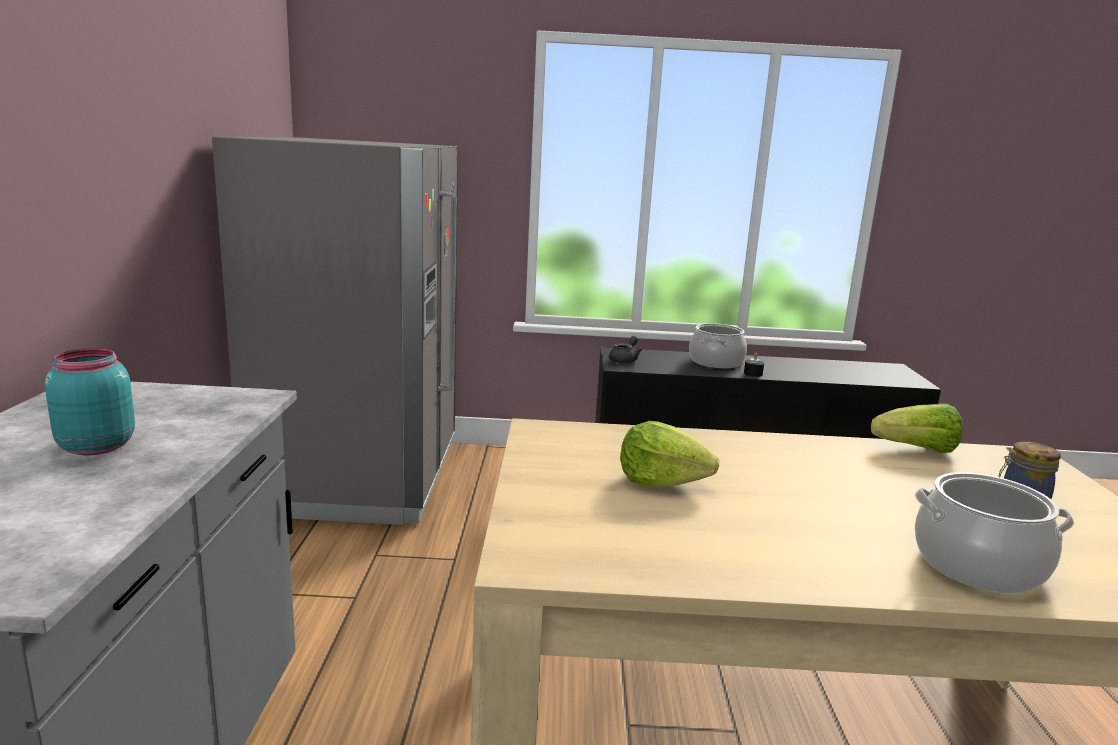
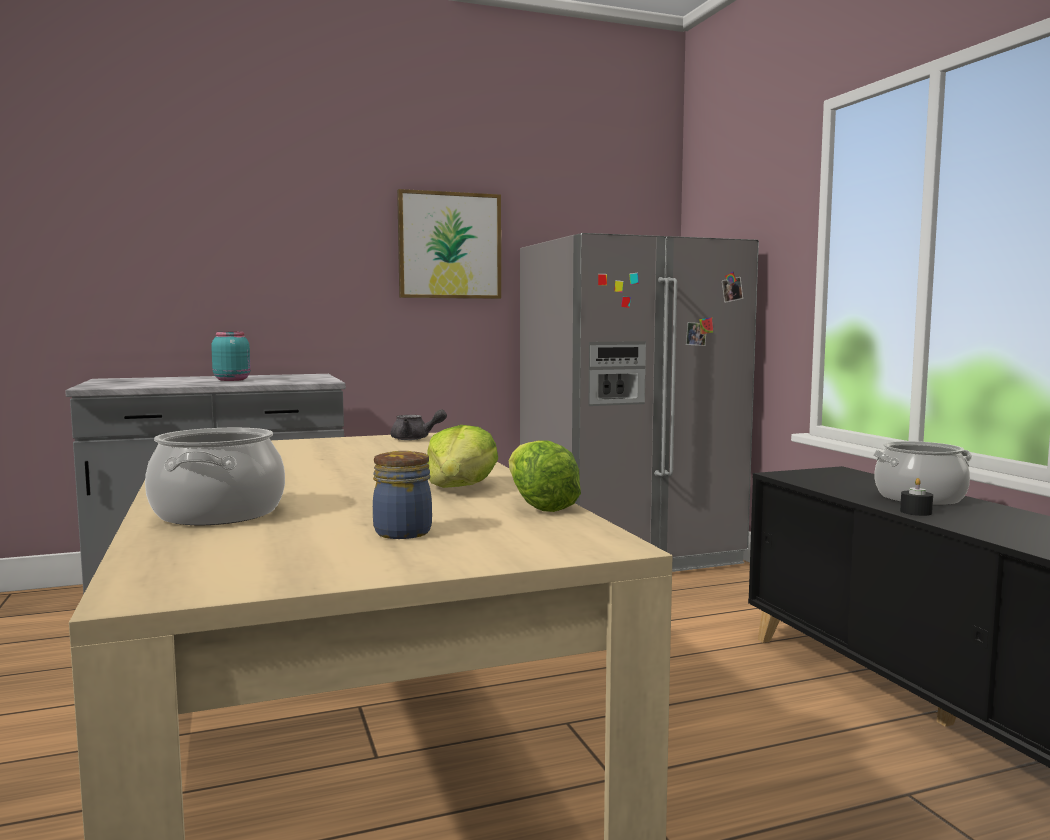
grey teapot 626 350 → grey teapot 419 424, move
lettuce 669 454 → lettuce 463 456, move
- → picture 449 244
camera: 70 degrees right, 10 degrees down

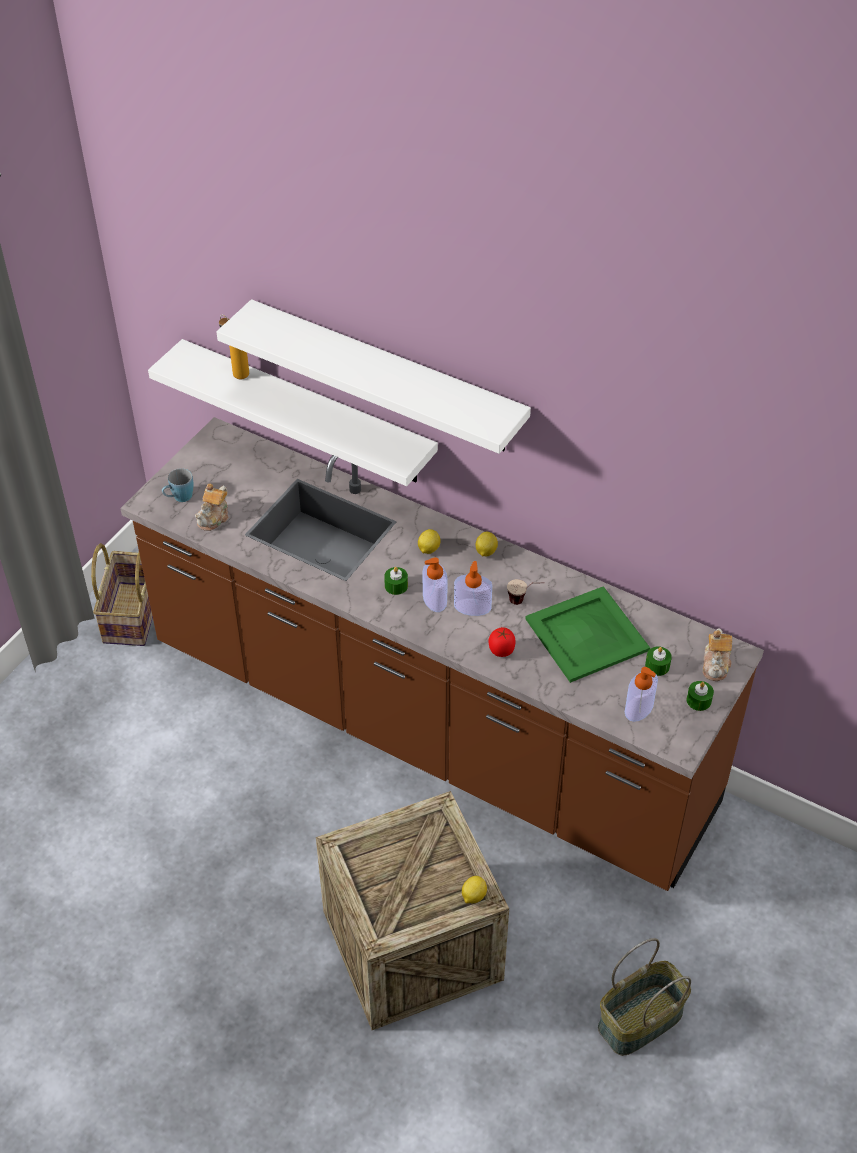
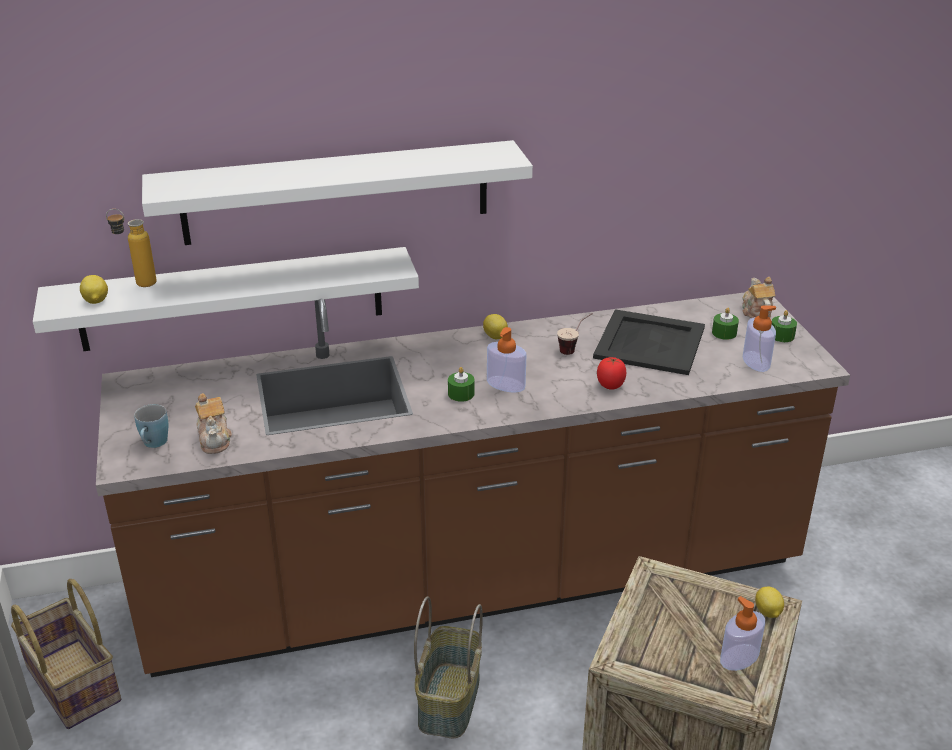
lemon 429 541 → lemon 94 289, move
soap dispenser 473 588 → soap dispenser 742 633, move
green tray 587 634 → black tray 649 342
teapot 717 654 → teapot 759 297, 150 degrees counterclockwise
basket 644 997 → basket 448 667, move
camera: 45 degrees left, 15 degrees down

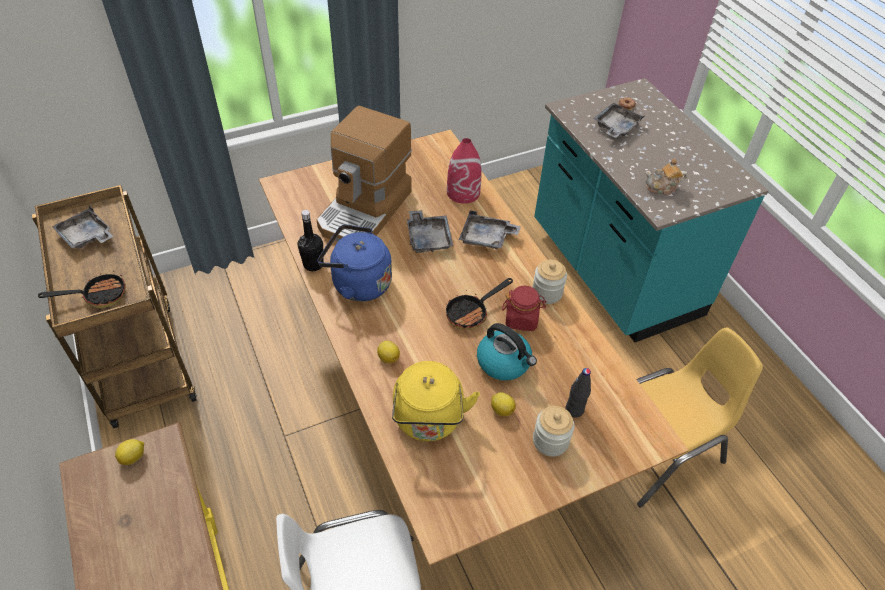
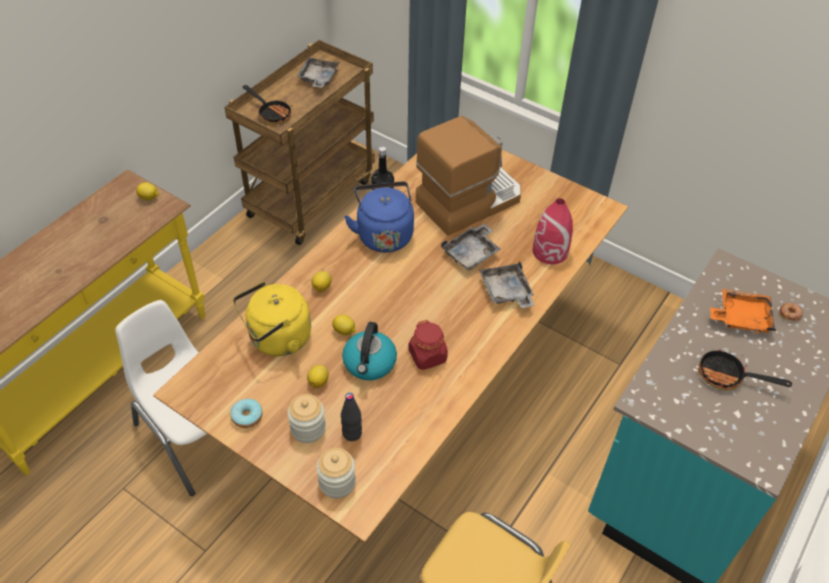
grey tray 619 120 → orange tray 743 311
coffee machine 364 173 → coffee machine 468 176, 150 degrees clockwise
teapot 666 177 → -
jar 549 282 → jar 336 473, move
frying pan 479 303 → frying pan 745 369, move
- → lemon 343 324
- → donut 246 413
camera: 60 degrees right, 0 degrees up

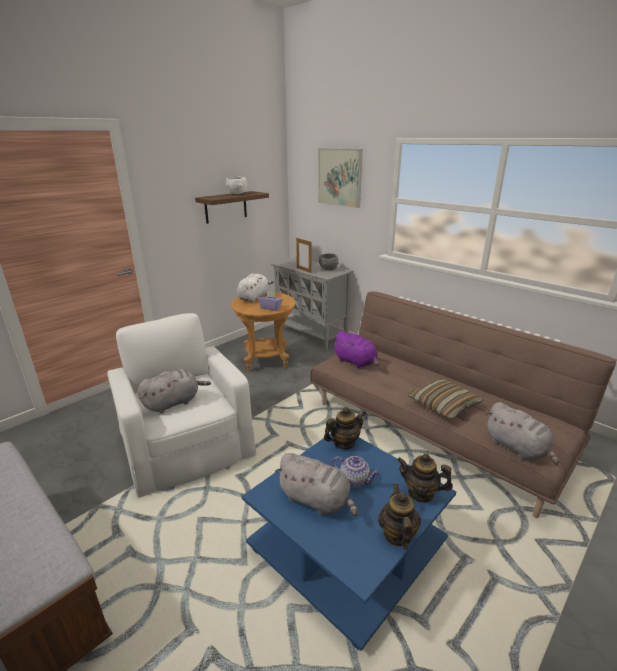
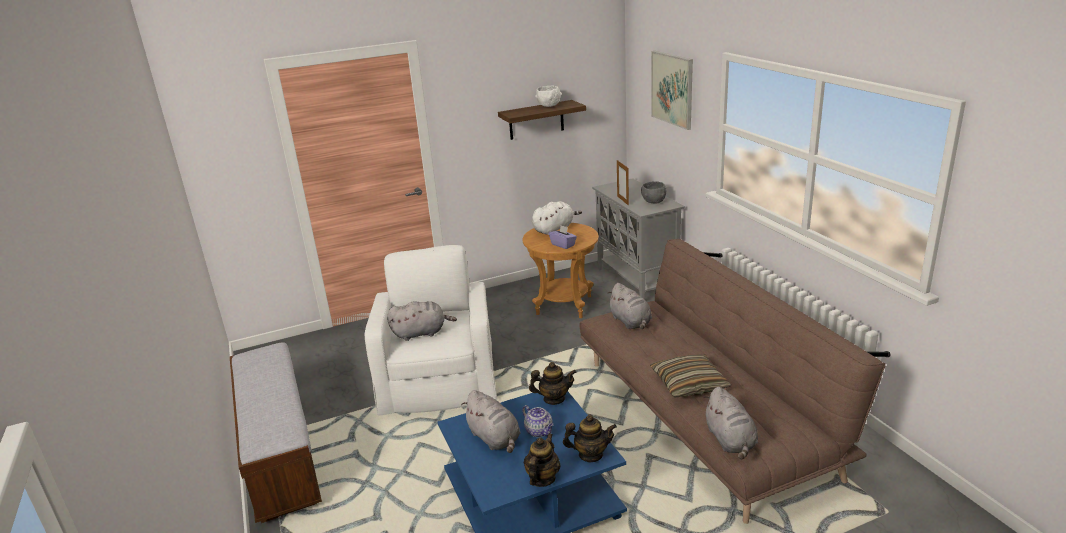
purple plush toy 355 349 → grey plush toy 629 306
teapot 425 478 → teapot 590 438, 135 degrees clockwise
camera: 25 degrees right, 0 degrees up

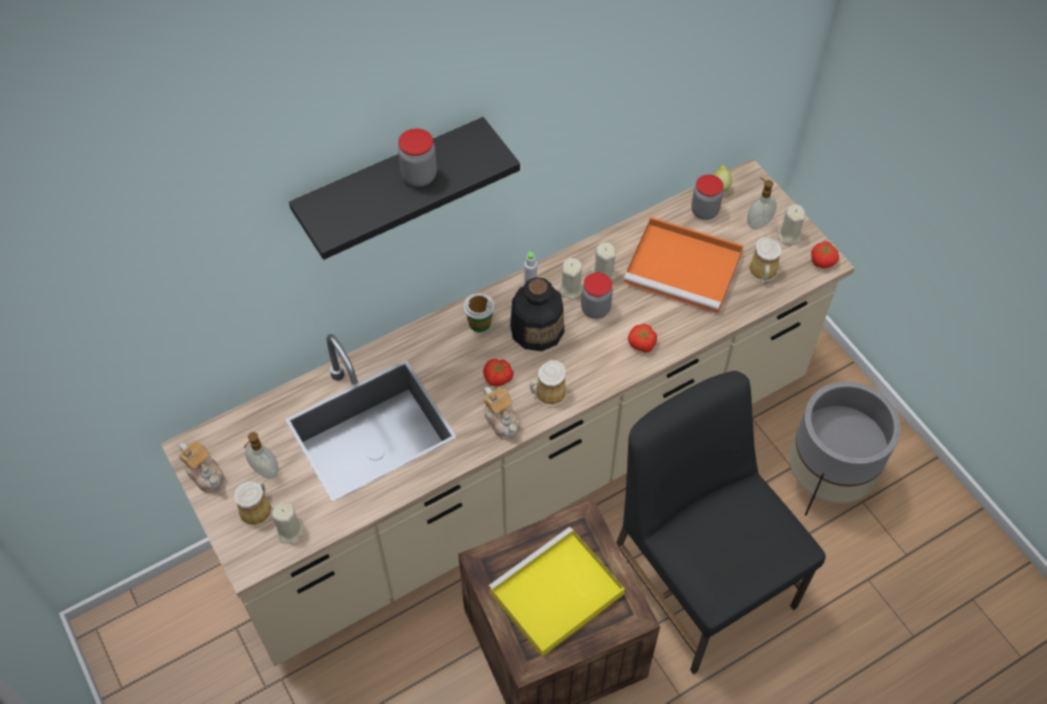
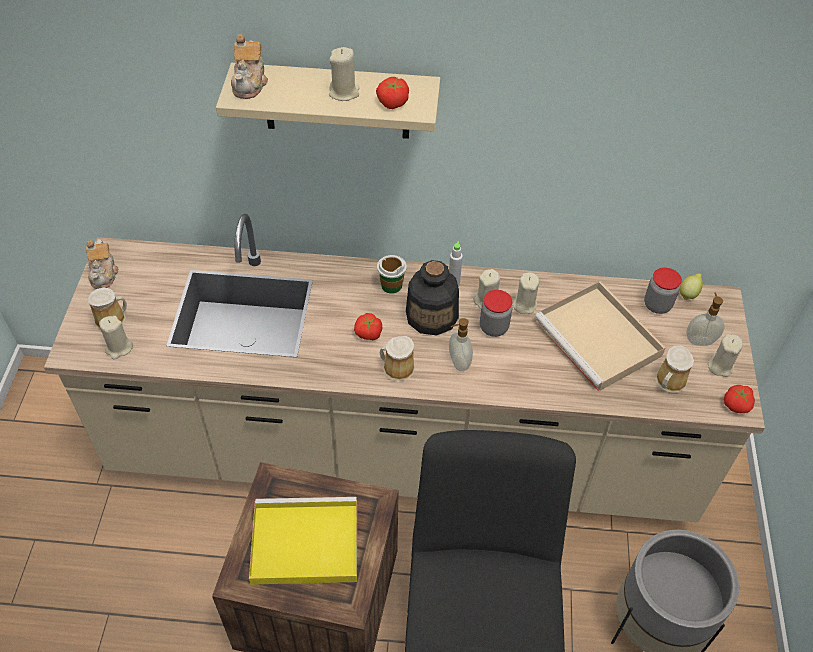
black shelf 404 188 → beige shelf 328 101
jar 417 158 → beige candle 344 74
orange tray 684 265 → beige tray 600 336
tomato 642 338 → tomato 392 93, move
teapot 501 413 → teapot 249 66, move
soap dispenser 261 455 → soap dispenser 461 344, move
camera: 35 degrees right, 5 degrees down

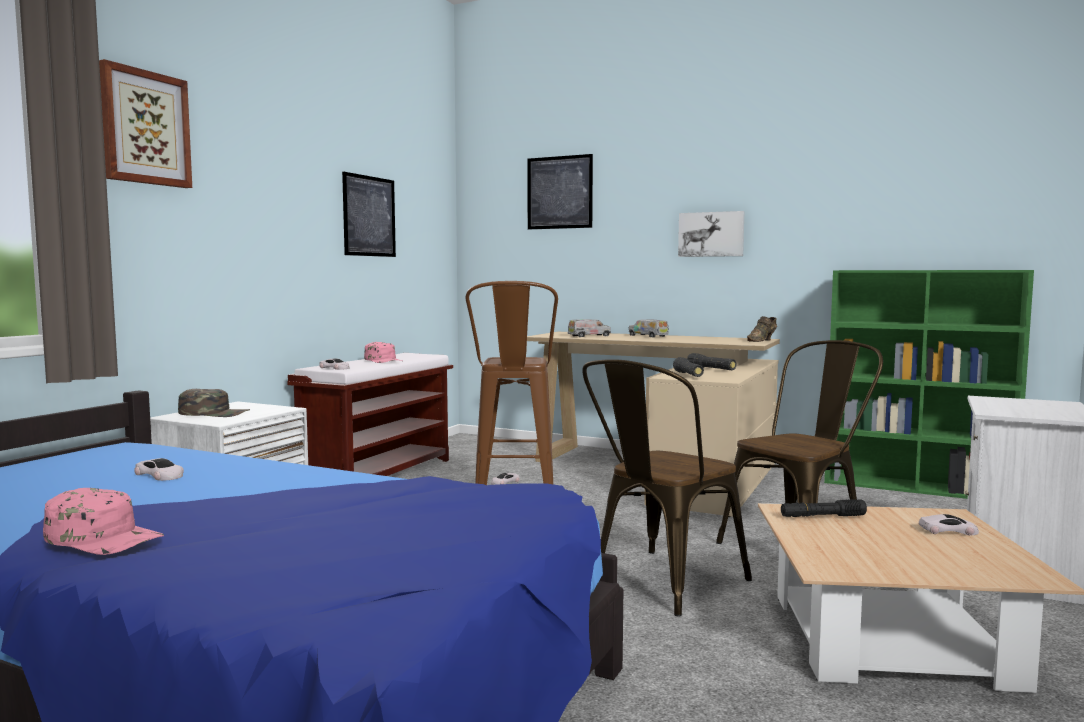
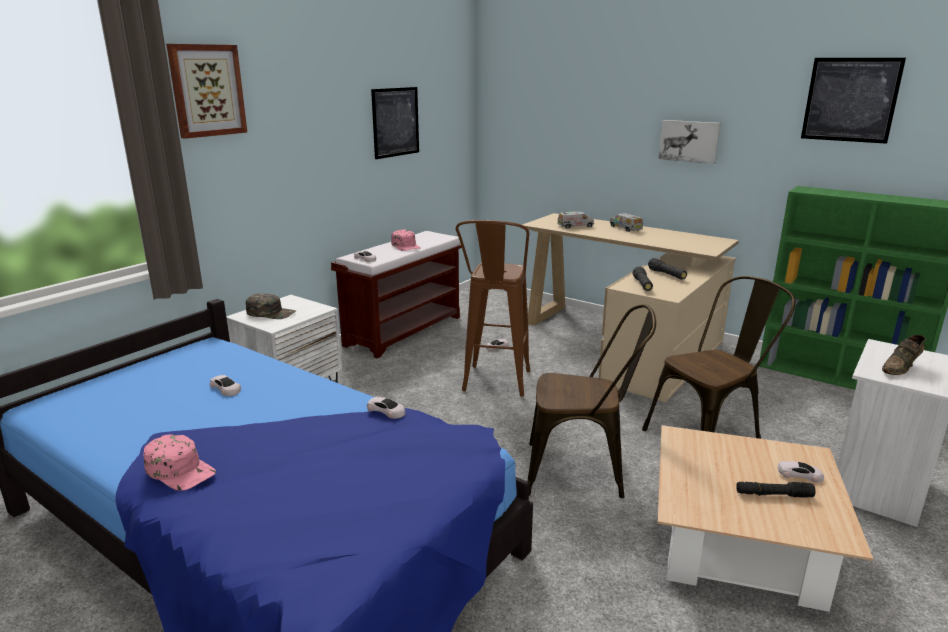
picture 560 192 → picture 853 101, move
brown shoe 762 329 → brown shoe 904 355, move
brown chair 667 488 → brown chair 592 401, 135 degrees counterclockwise
black flashlight 824 508 → black flashlight 776 490, move
- → white toy car 386 408
camera: 10 degrees right, 15 degrees up

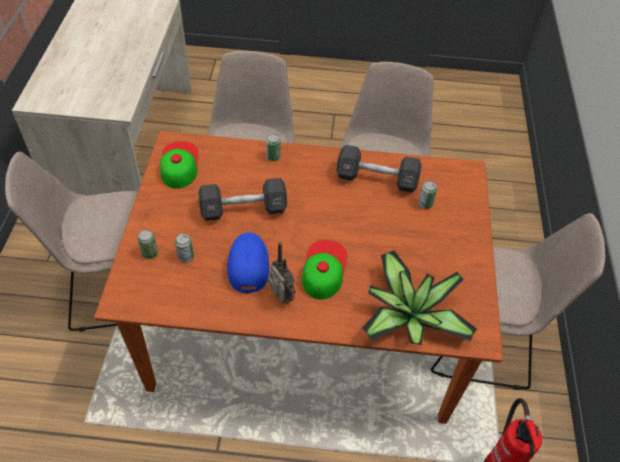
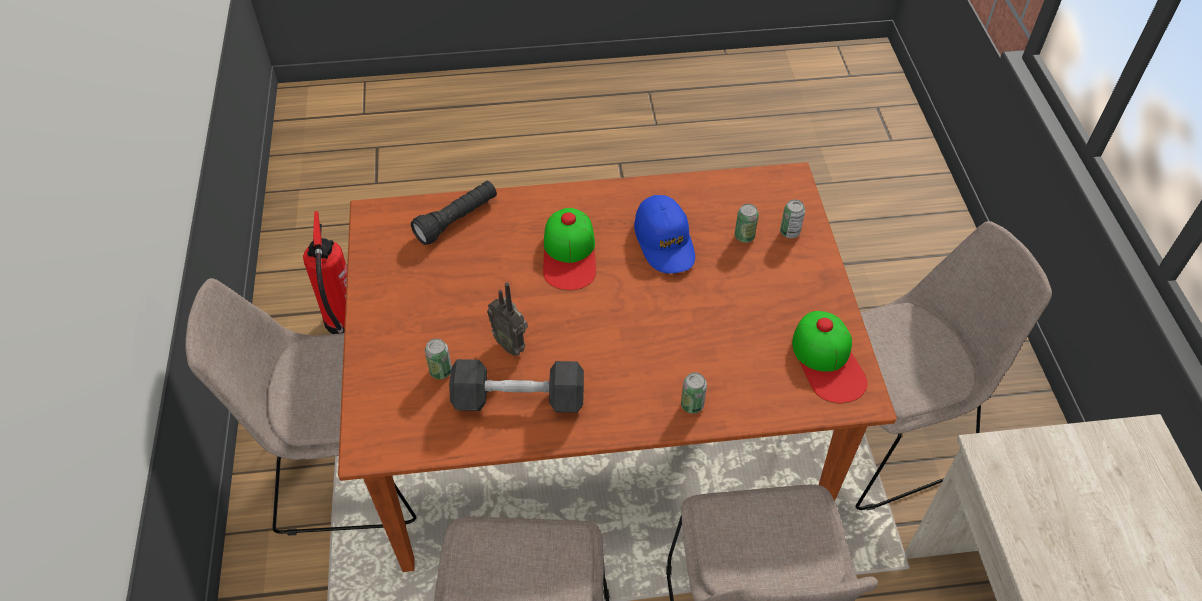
black dumbbell 242 199 → -
radio 281 273 → radio 507 319, move
potted plant 419 298 → black flashlight 454 213
camera: 170 degrees right, 0 degrees up

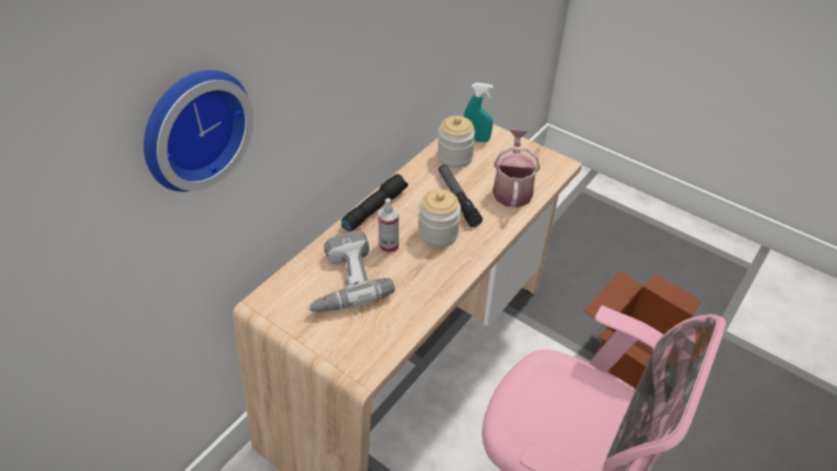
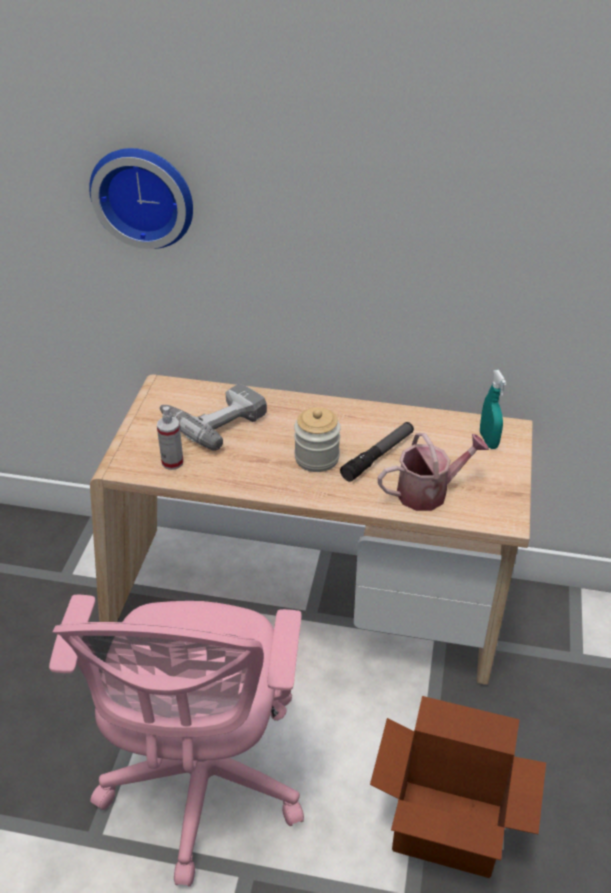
jar 456 142 → -
black flashlight 374 203 → -
spray bottle 388 225 → spray bottle 170 438, move
camera: 65 degrees right, 5 degrees down

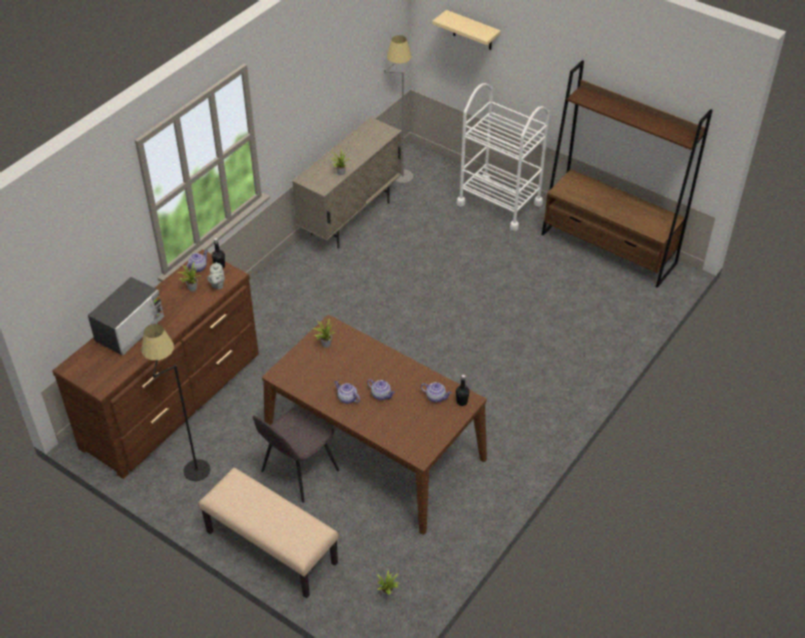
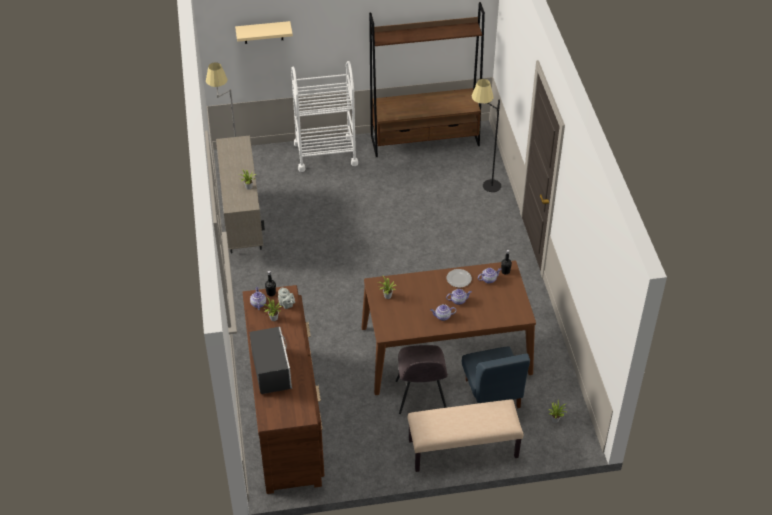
black floor lamp 175 402 → black floor lamp 486 135, move
- → plate 459 278
- → blue chair 496 377
camera: 45 degrees left, 0 degrees up

